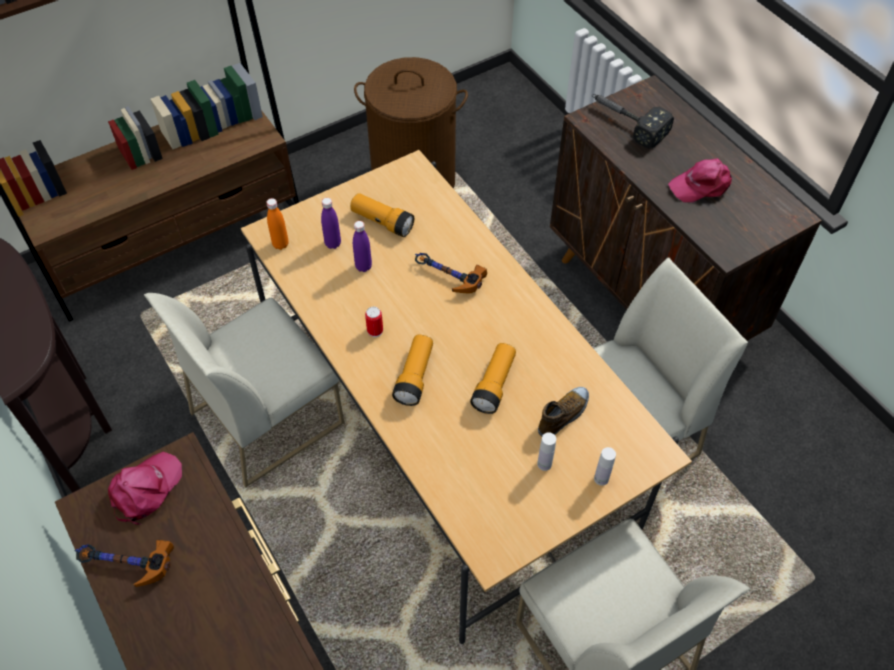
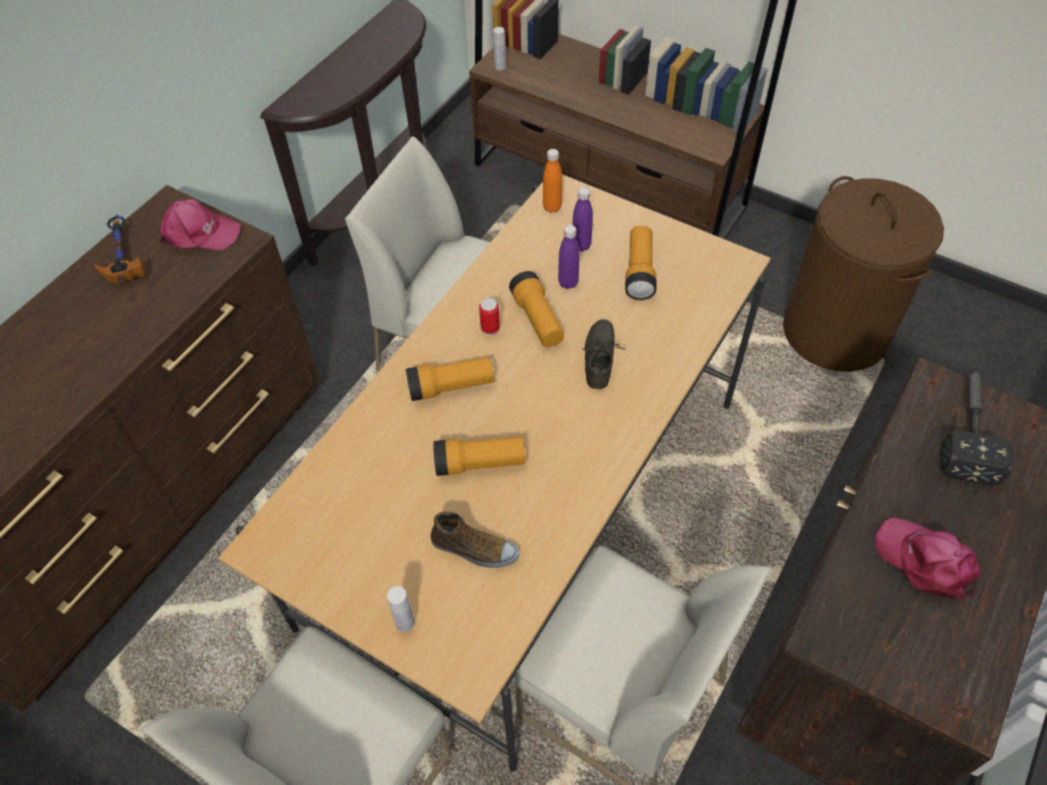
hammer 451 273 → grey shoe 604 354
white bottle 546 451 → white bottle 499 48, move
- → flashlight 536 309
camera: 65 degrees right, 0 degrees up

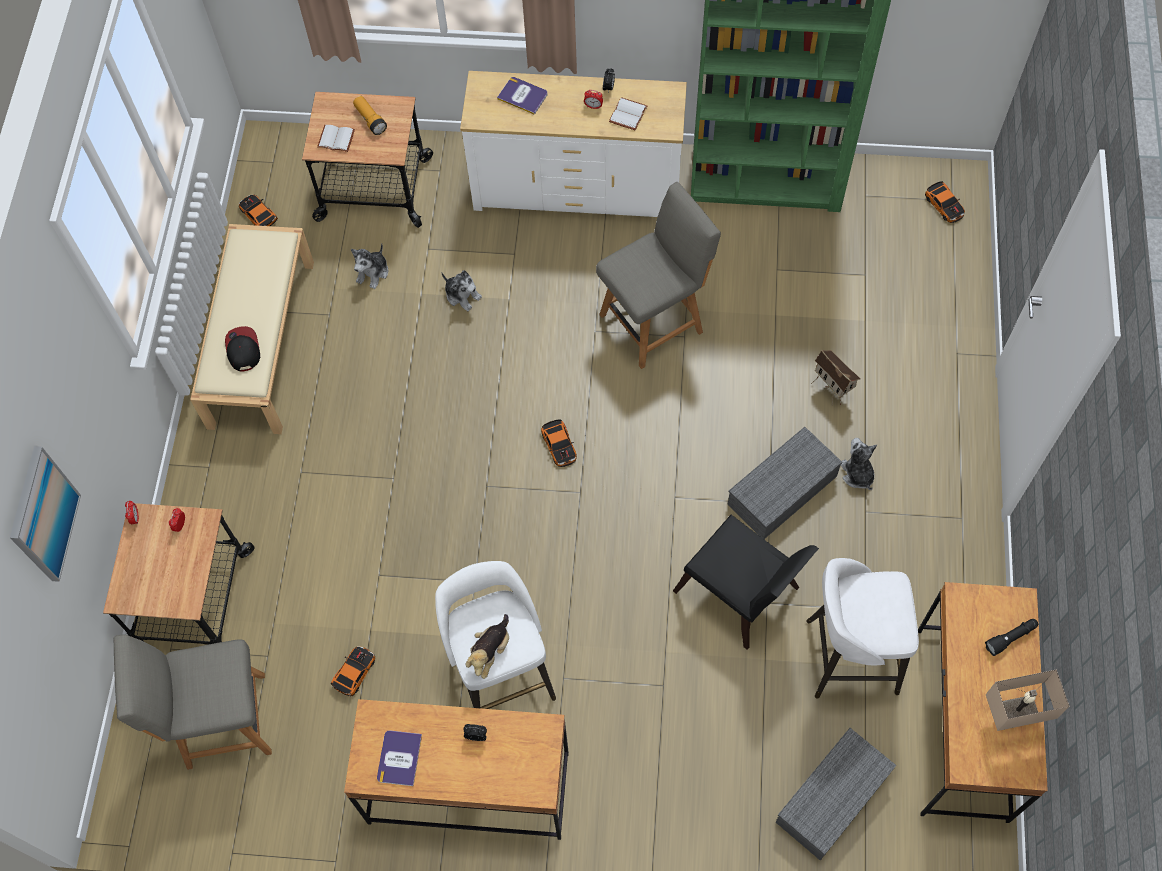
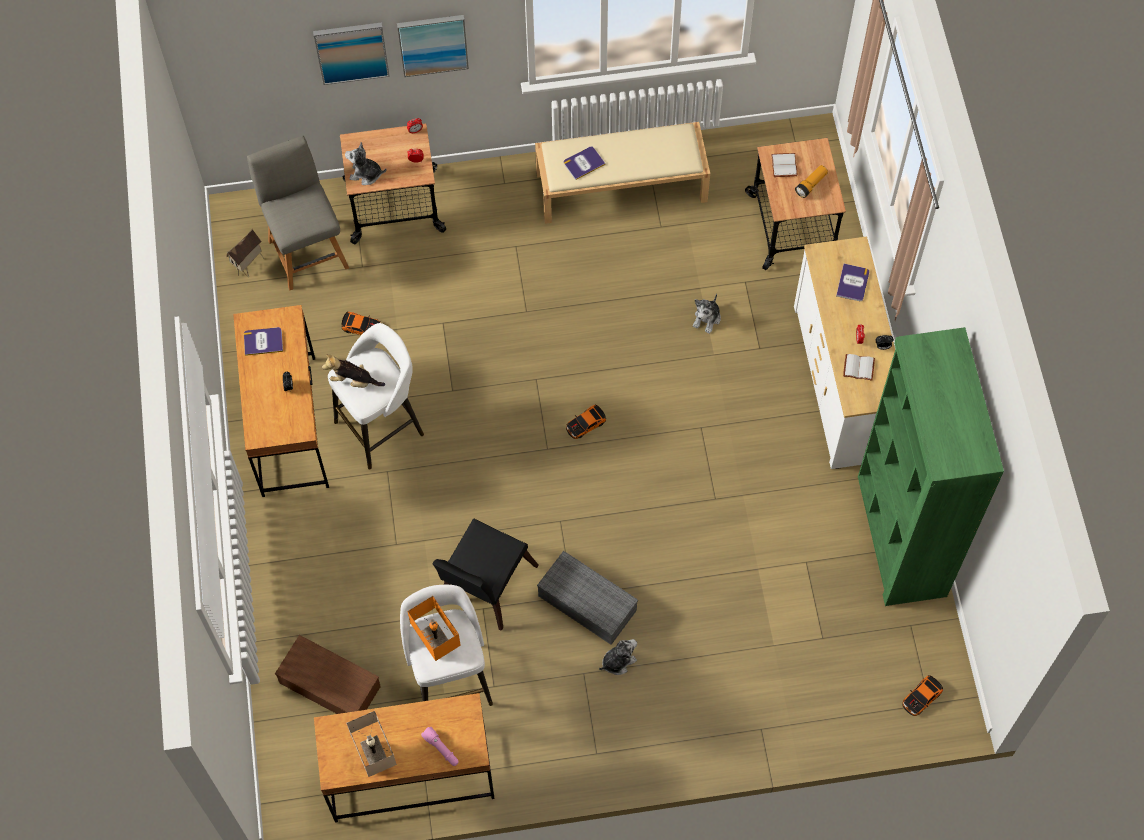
grey chair 658 275 → -
toy car 258 210 → -
plush toy 369 266 → plush toy 365 163, move
cap 242 349 → book 585 163
toy house 836 378 → toy house 245 253, move
black flashlight 1011 637 → pink flashlight 440 746
grey storage box 836 794 → brown storage box 328 674
- → picture 433 46
- → orange table lamp 434 628
camera: 75 degrees right, 0 degrees up

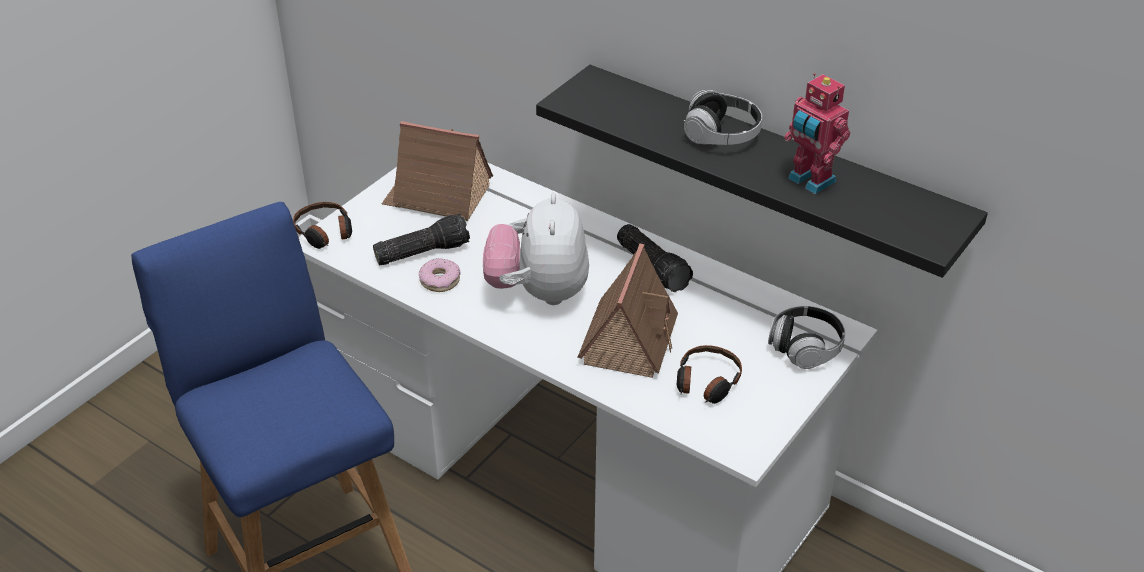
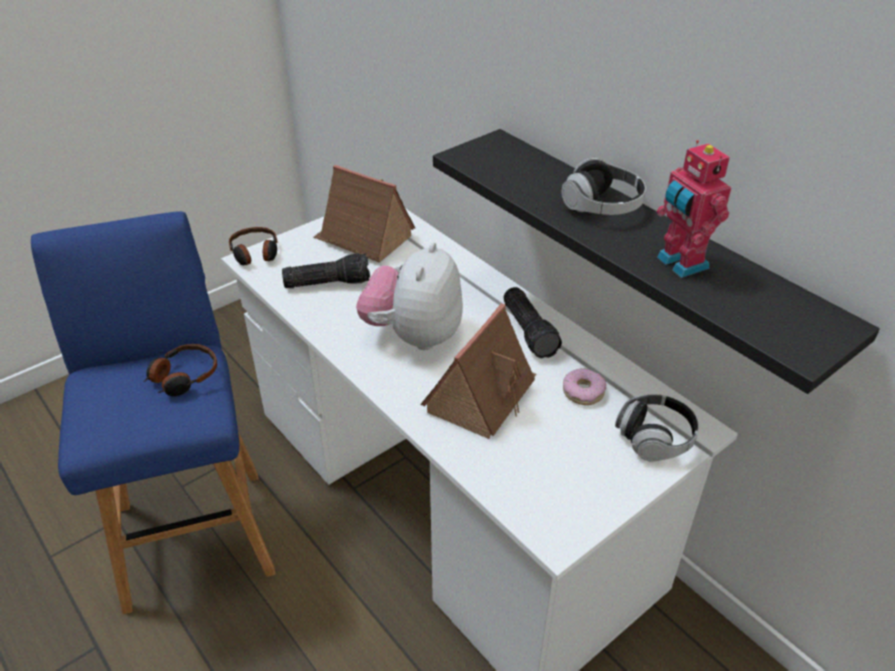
donut 439 275 → donut 584 386, move
headphones 709 374 → headphones 180 370, move
camera: 15 degrees right, 0 degrees up

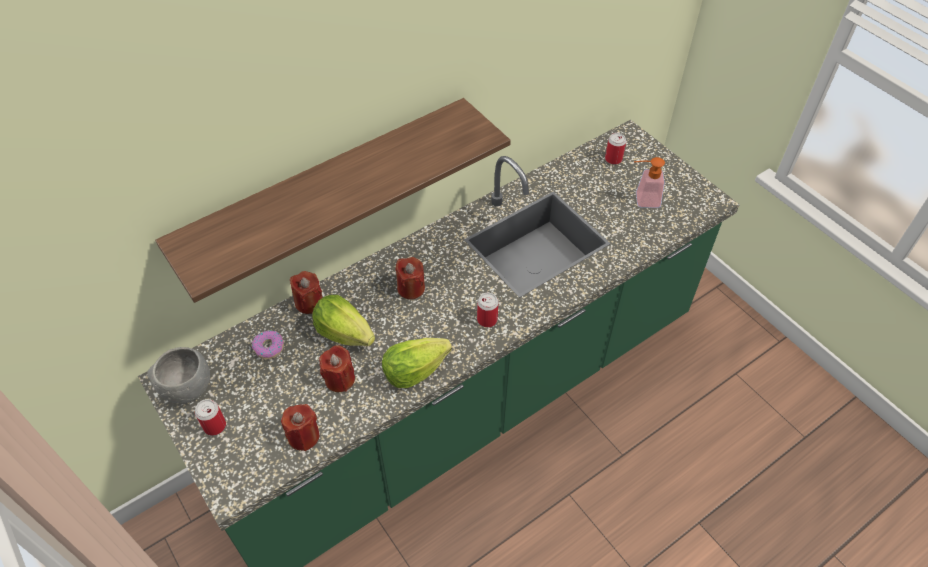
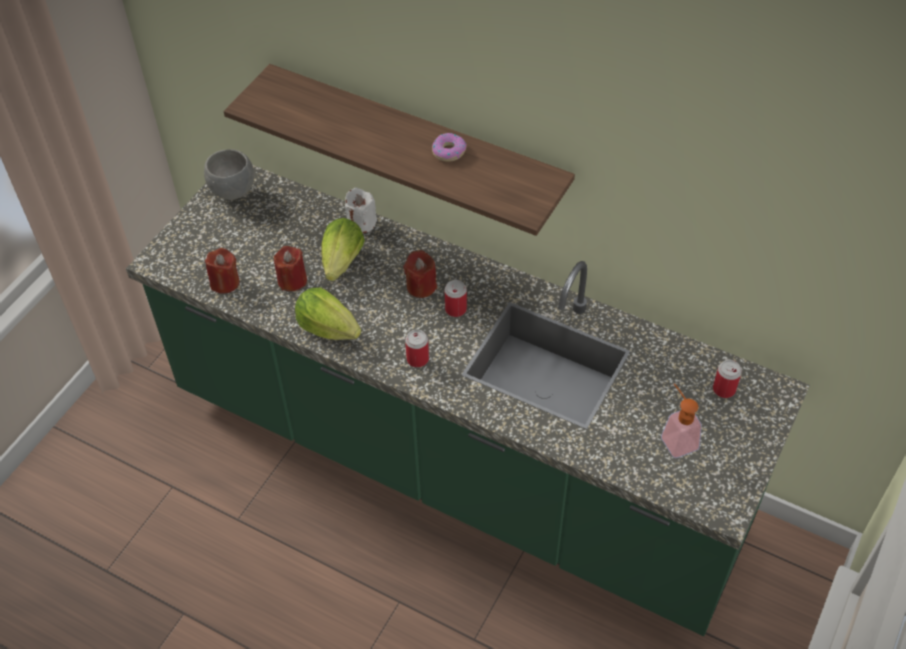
red candle 306 292 → white candle 361 210
donut 268 344 → donut 449 147, move
can 210 417 → can 456 298, move
camera: 65 degrees right, 0 degrees up

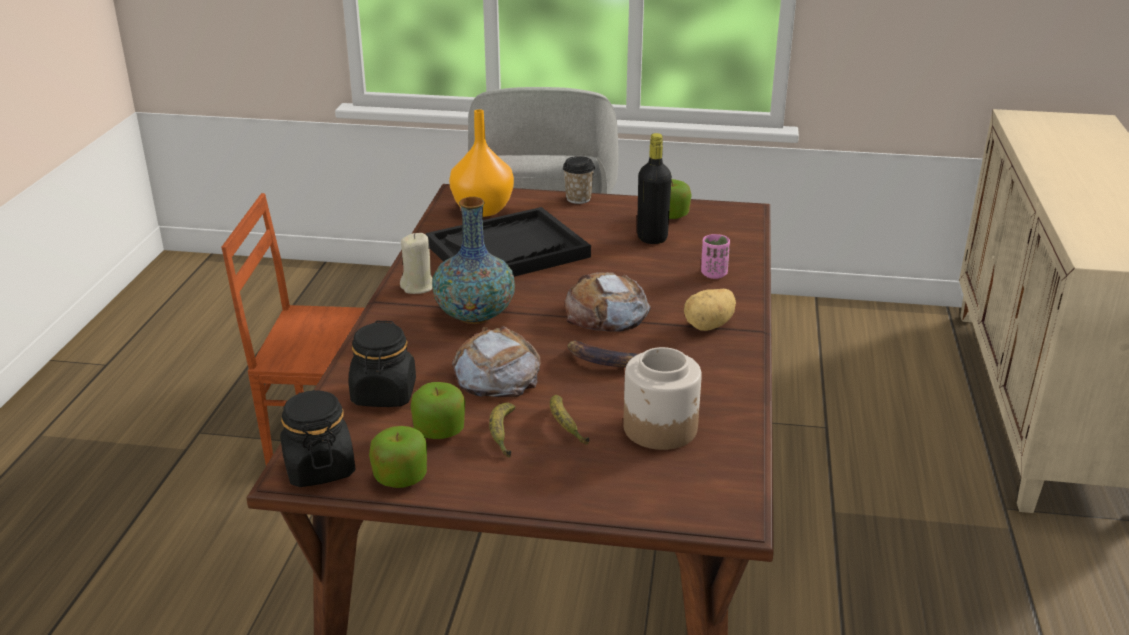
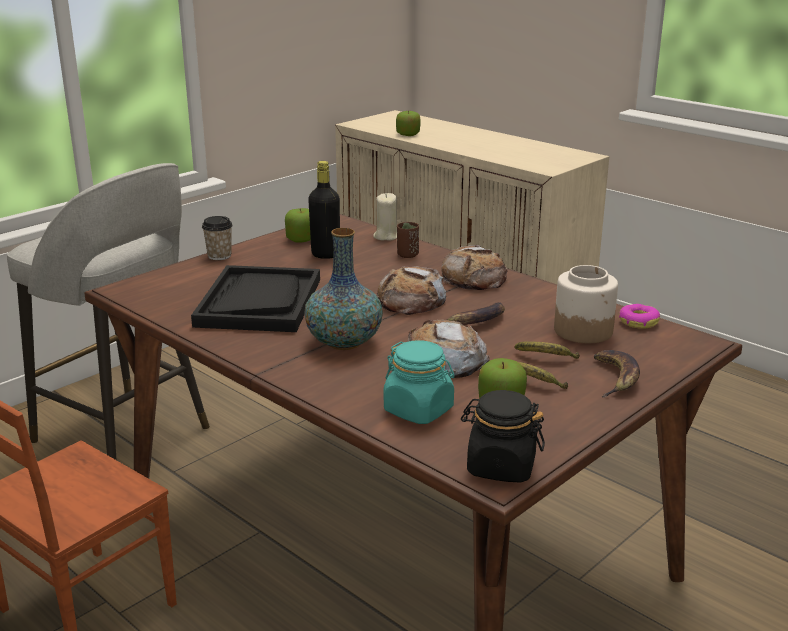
orange vase 481 163 → -
beige candle 416 263 → beige candle 385 217, move
pink cup 715 256 → brown cup 408 240
potato 710 310 → bread 474 267
black jar 382 364 → turquoise jar 419 382
apple 398 457 → apple 408 123, move
- → donut 639 316
- → banana 617 374
camera: 55 degrees left, 5 degrees down

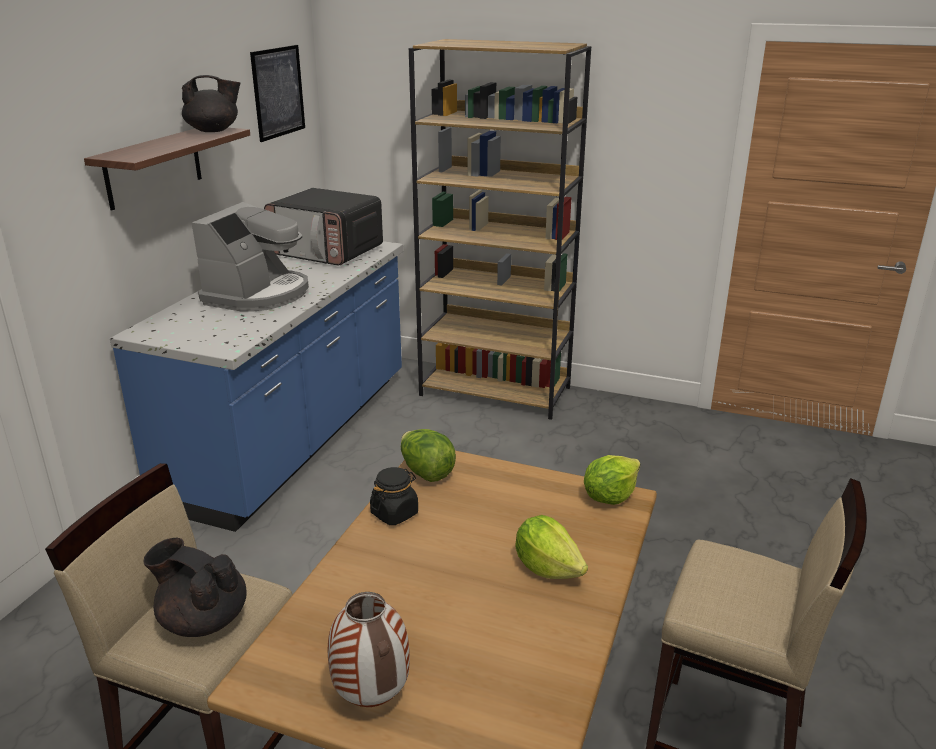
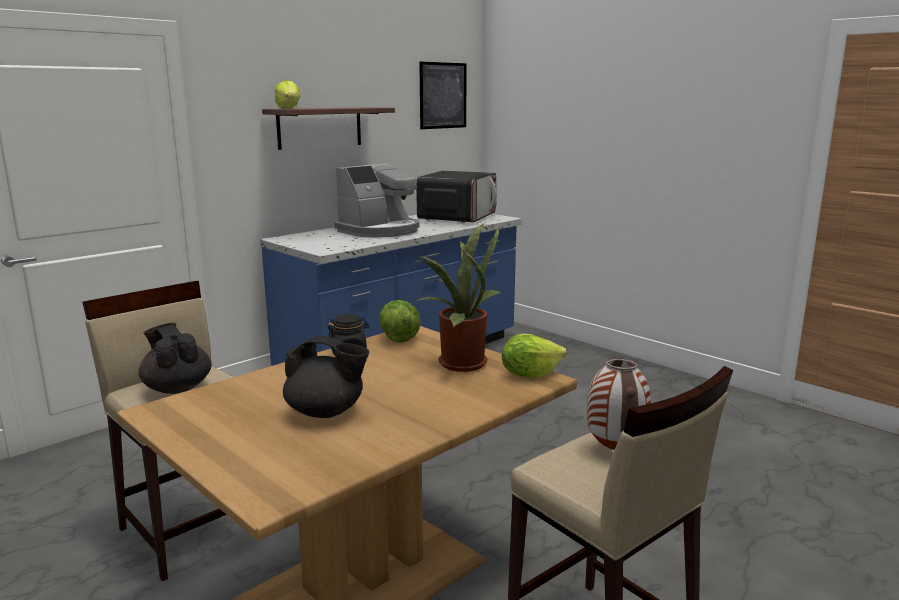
brown bookcase 500 229 → -
black teapot 211 103 → black teapot 326 377, move
microwave 323 227 → microwave 456 197, 120 degrees counterclockwise
lettuce 551 547 → lettuce 288 94, move
vase 369 649 → vase 619 403, move
- → potted plant 459 297
camera: 25 degrees right, 10 degrees down

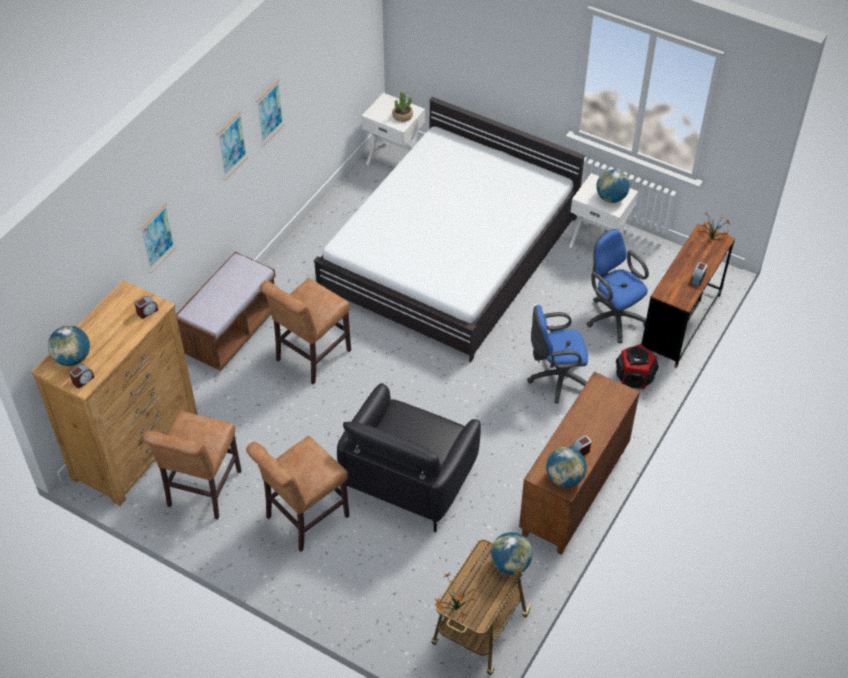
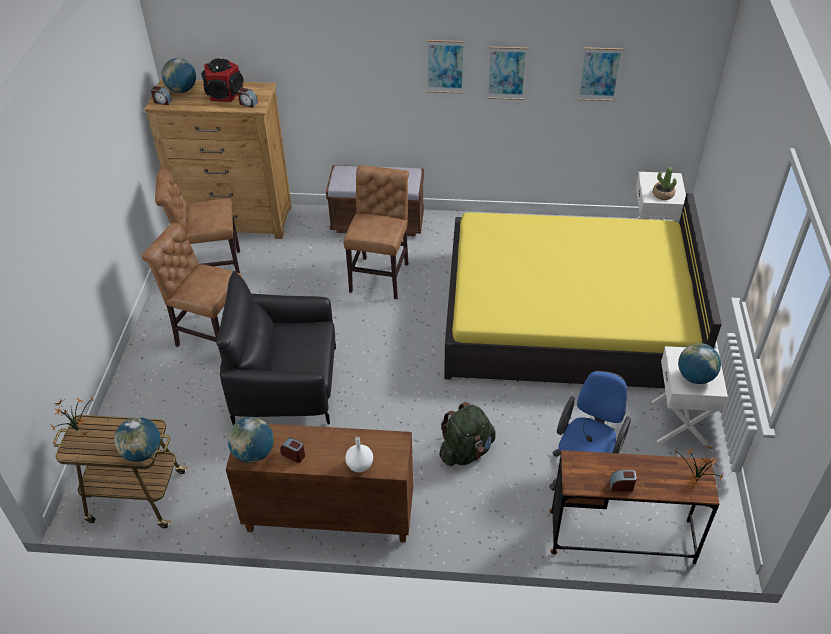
white bed 449 229 → yellow bed 583 290
picture 157 238 → picture 600 74, move
brown chair 305 331 → brown chair 376 232, 90 degrees clockwise
blue office chair 557 354 → green backpack 467 434
speaker 637 366 → speaker 222 80, move
- → white vase 359 455
camera: 65 degrees right, 5 degrees down

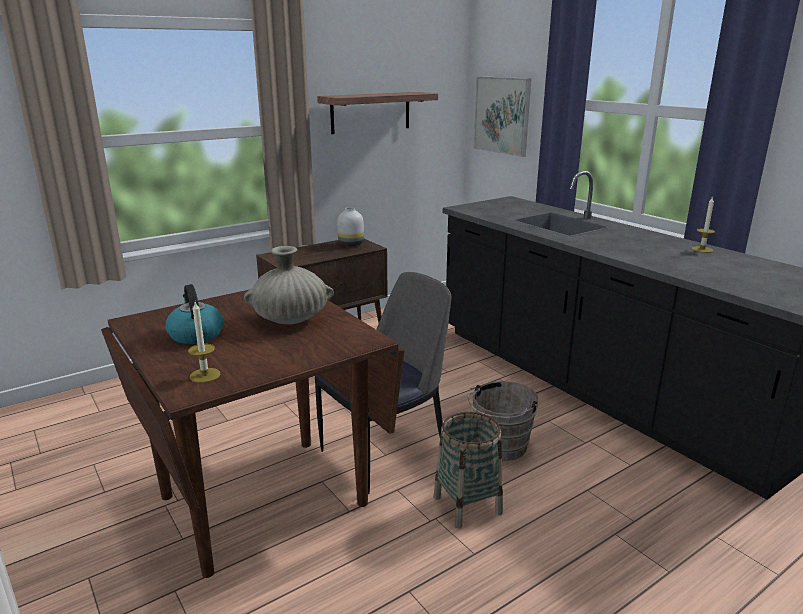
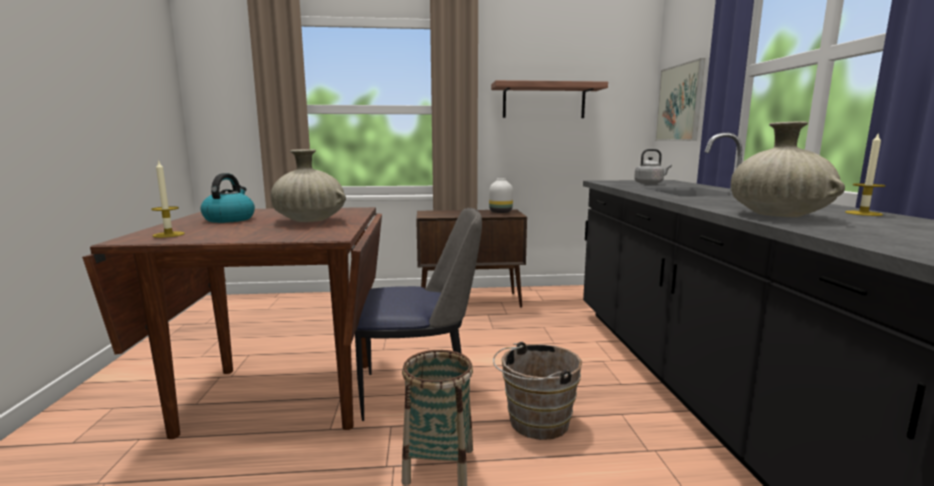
- → beige vase 788 169
- → grey kettle 653 166
camera: 30 degrees right, 10 degrees down

